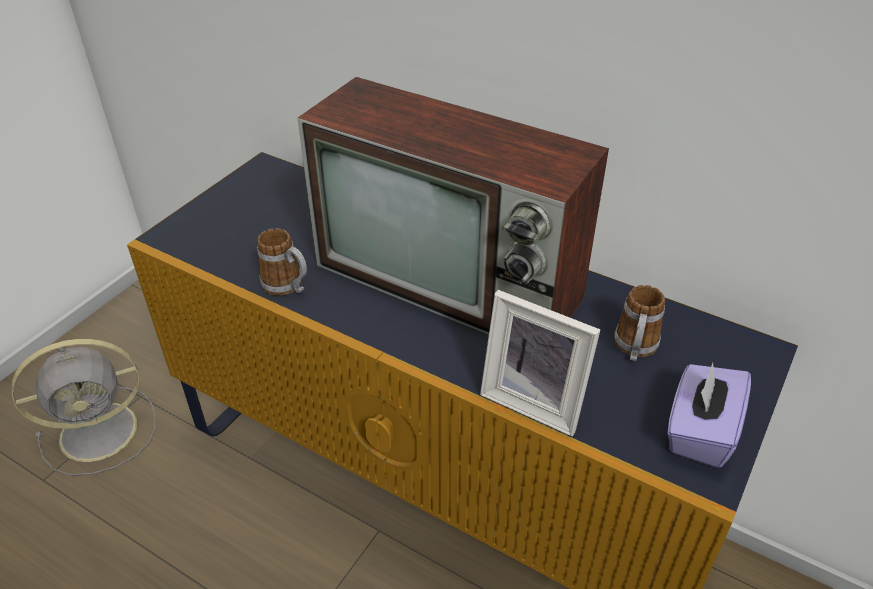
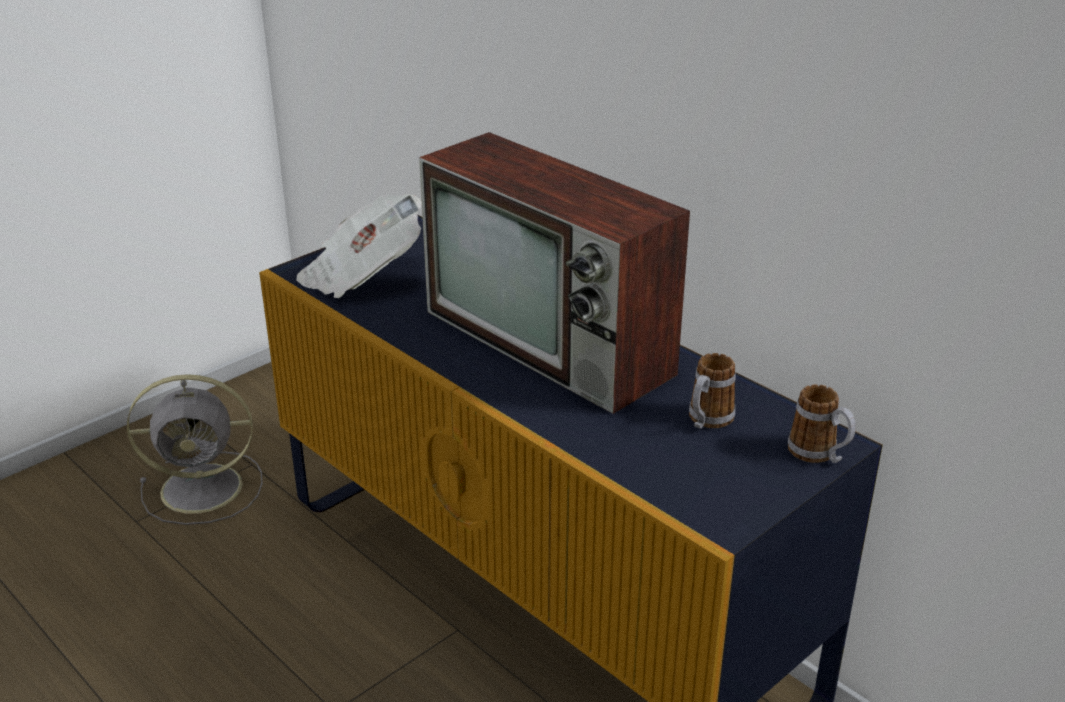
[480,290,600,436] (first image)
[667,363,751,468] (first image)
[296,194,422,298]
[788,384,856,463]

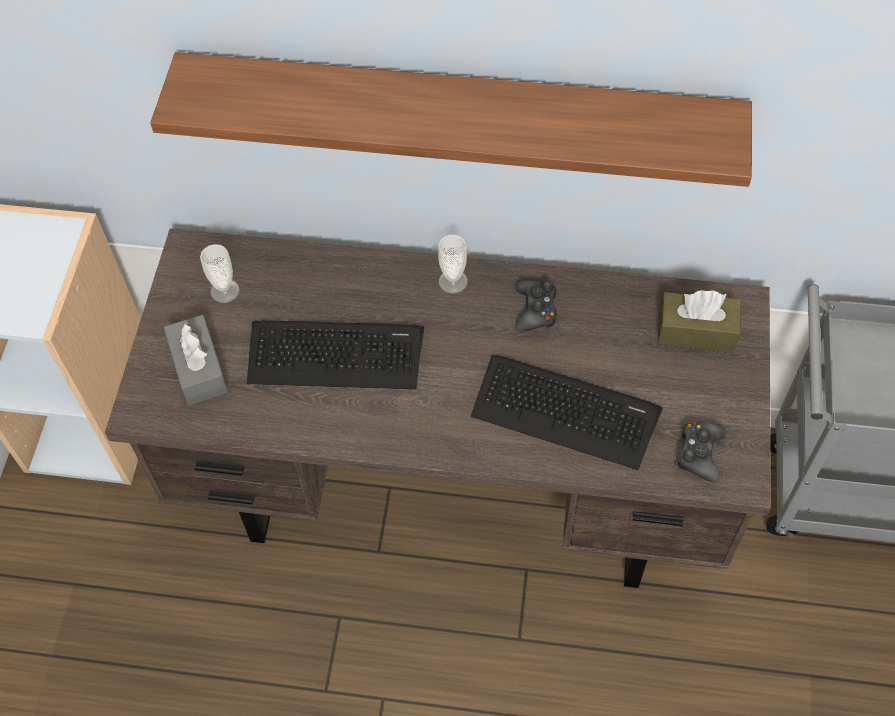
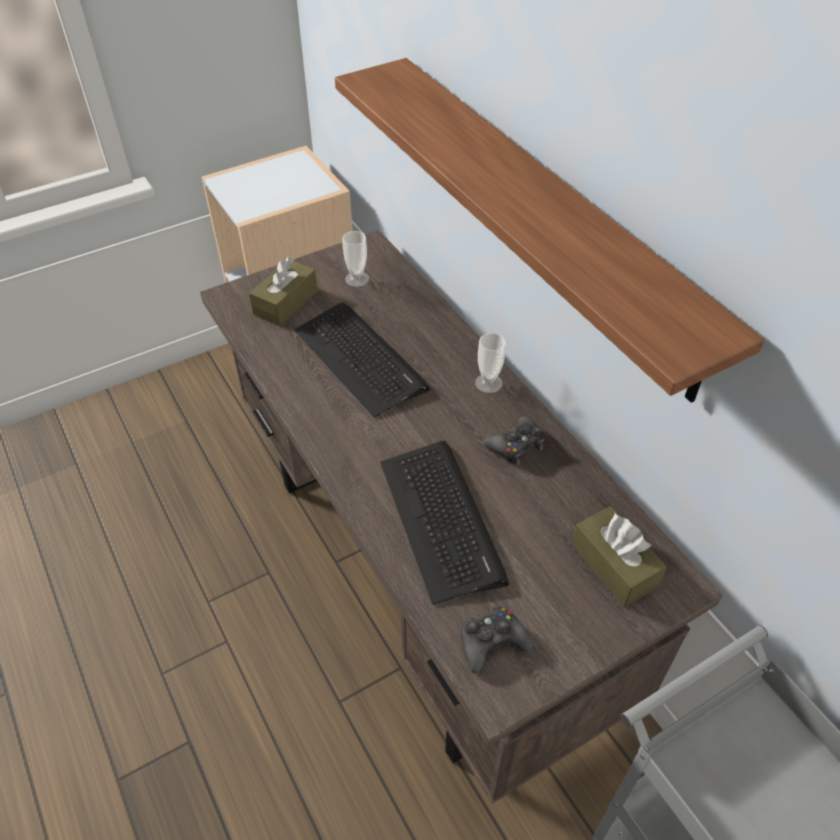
[249,256,318,326]

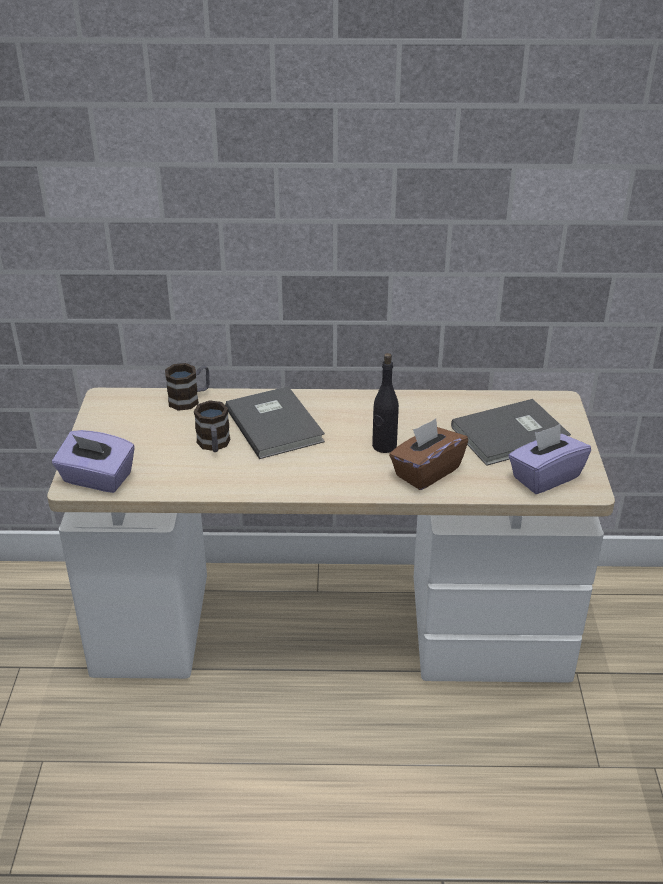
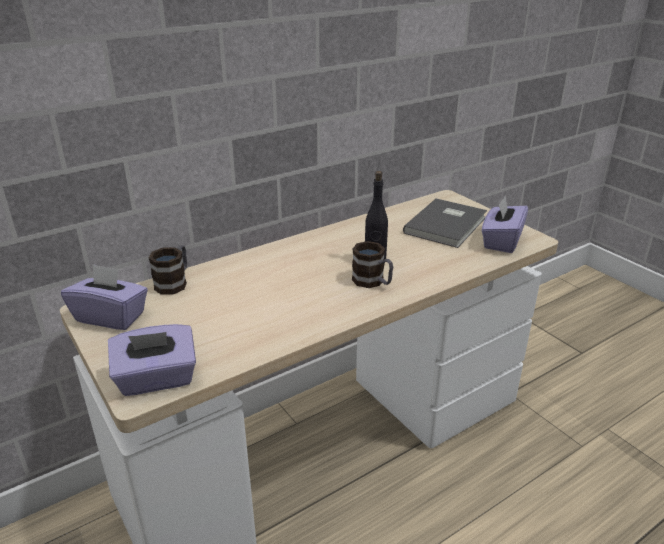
[225,386,325,459] (first image)
[389,419,468,490] (first image)
[61,264,148,330]
[352,241,393,288]

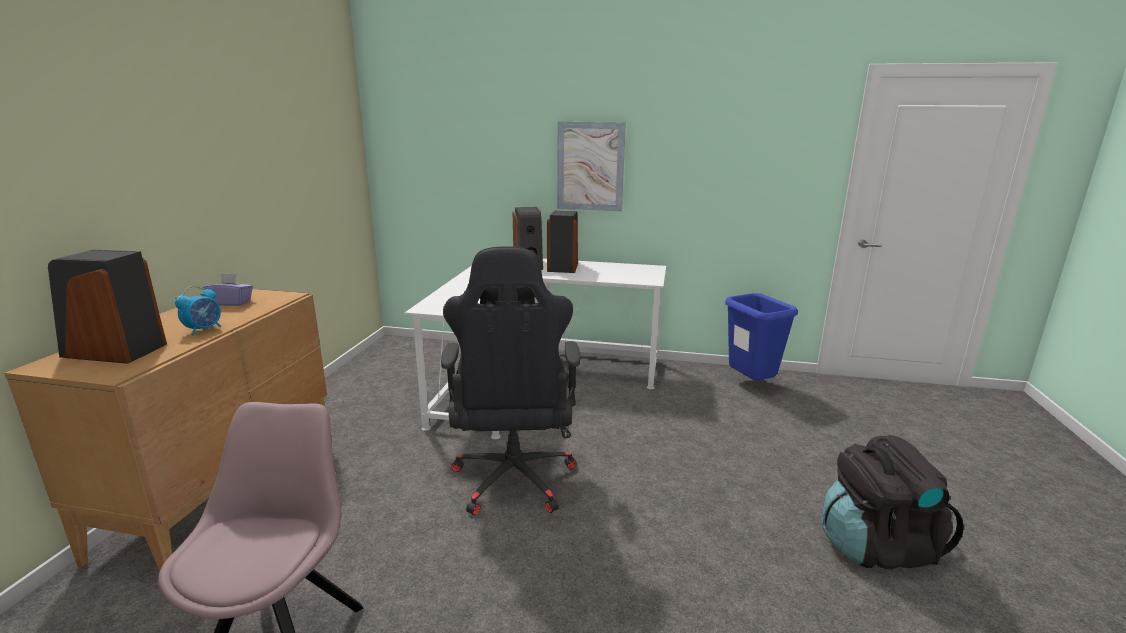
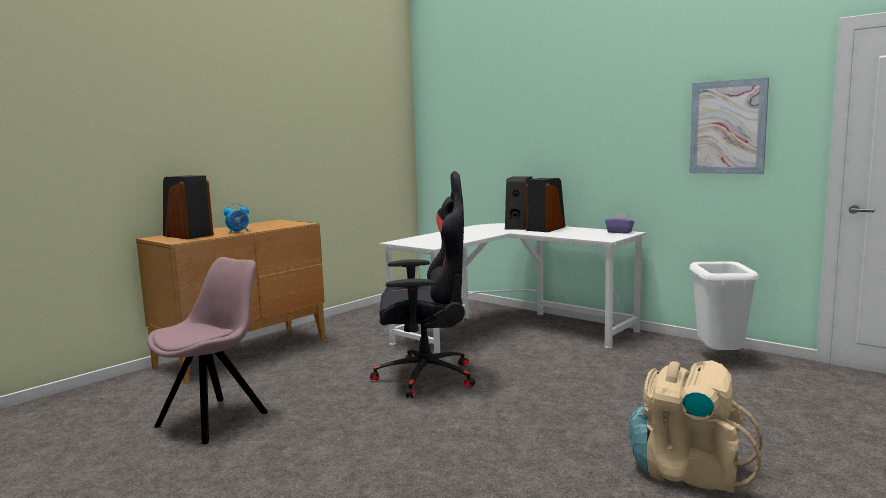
[605,212,635,233]
[689,77,769,174]
[690,261,759,350]
[629,360,762,493]
[370,171,475,398]

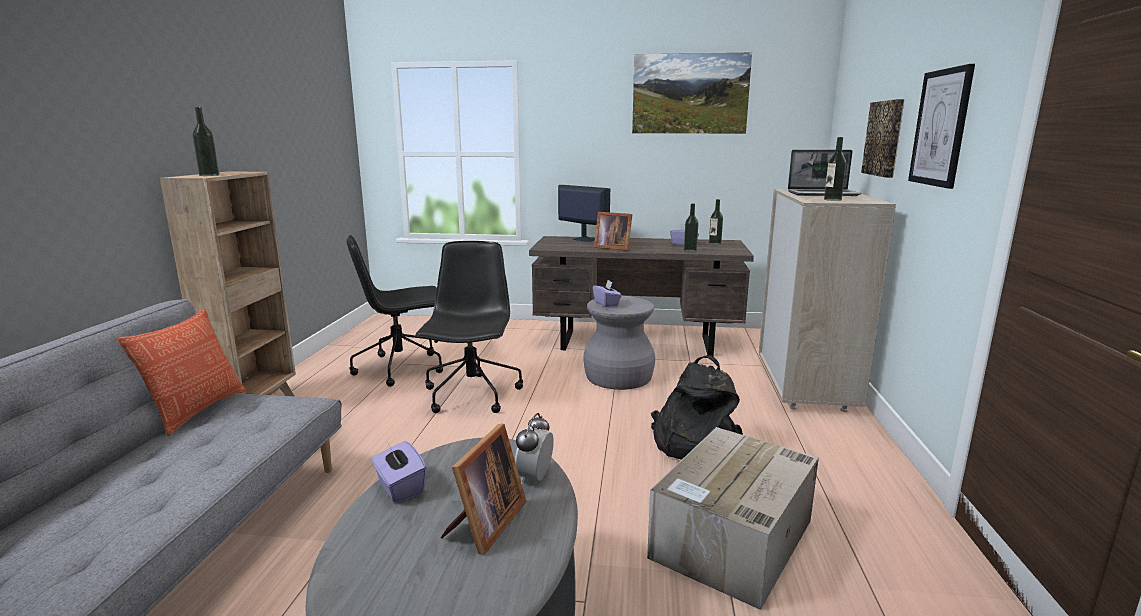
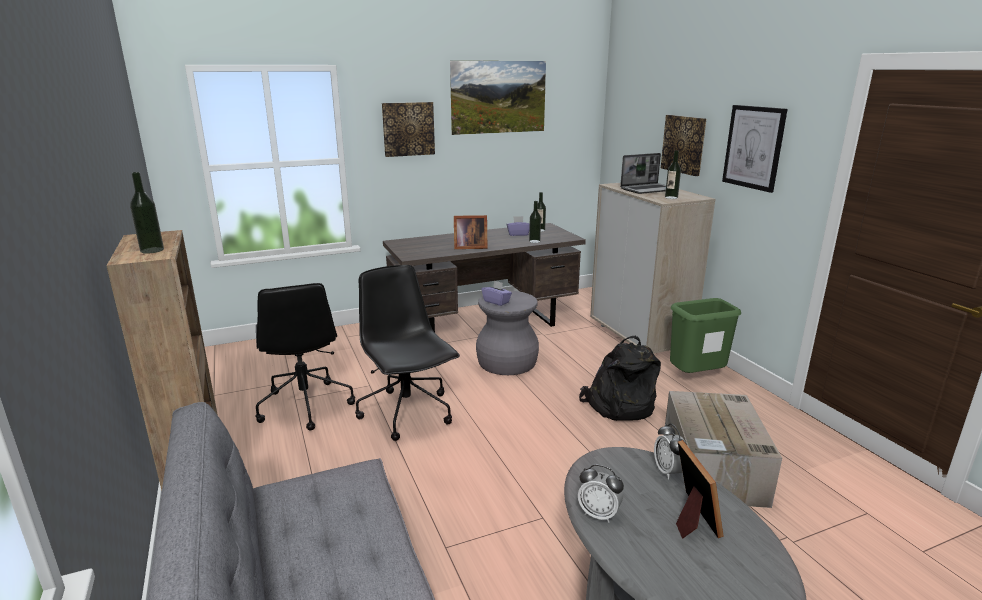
[118,309,246,436] (first image)
[558,185,610,242] (first image)
[382,102,435,157]
[670,298,741,373]
[578,465,624,523]
[255,283,355,431]

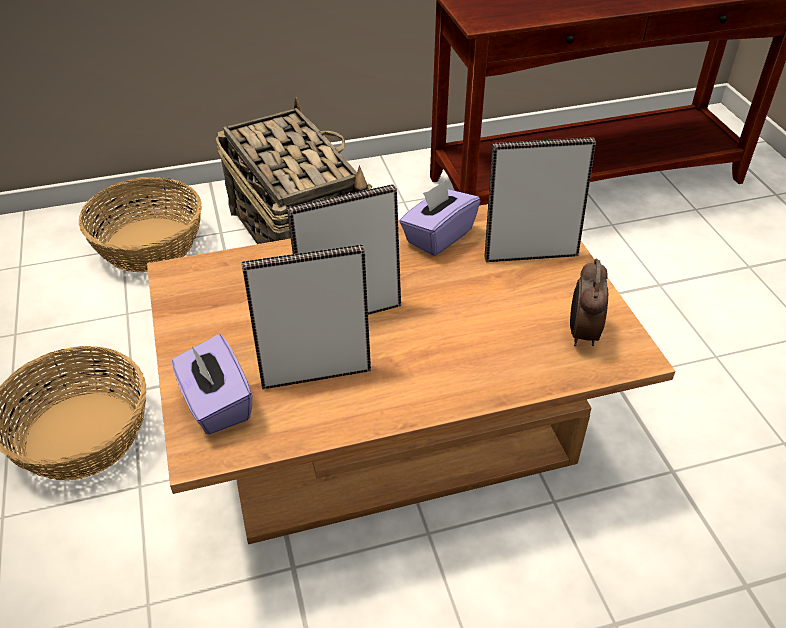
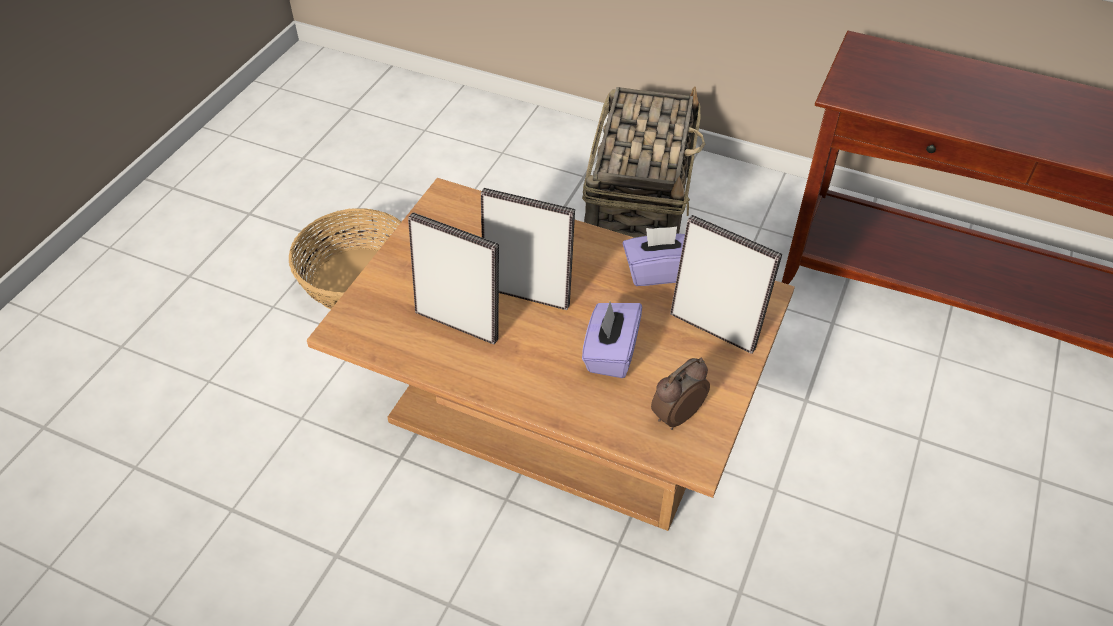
[79,177,202,272] (first image)
[582,302,642,378]

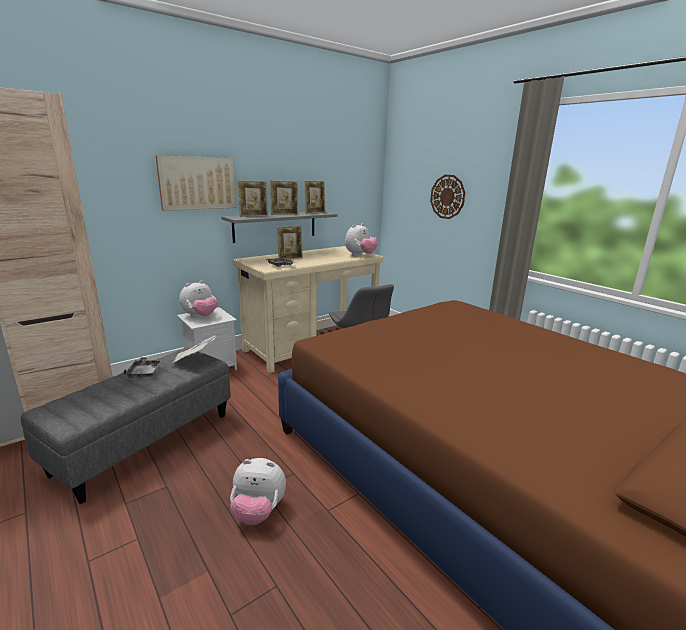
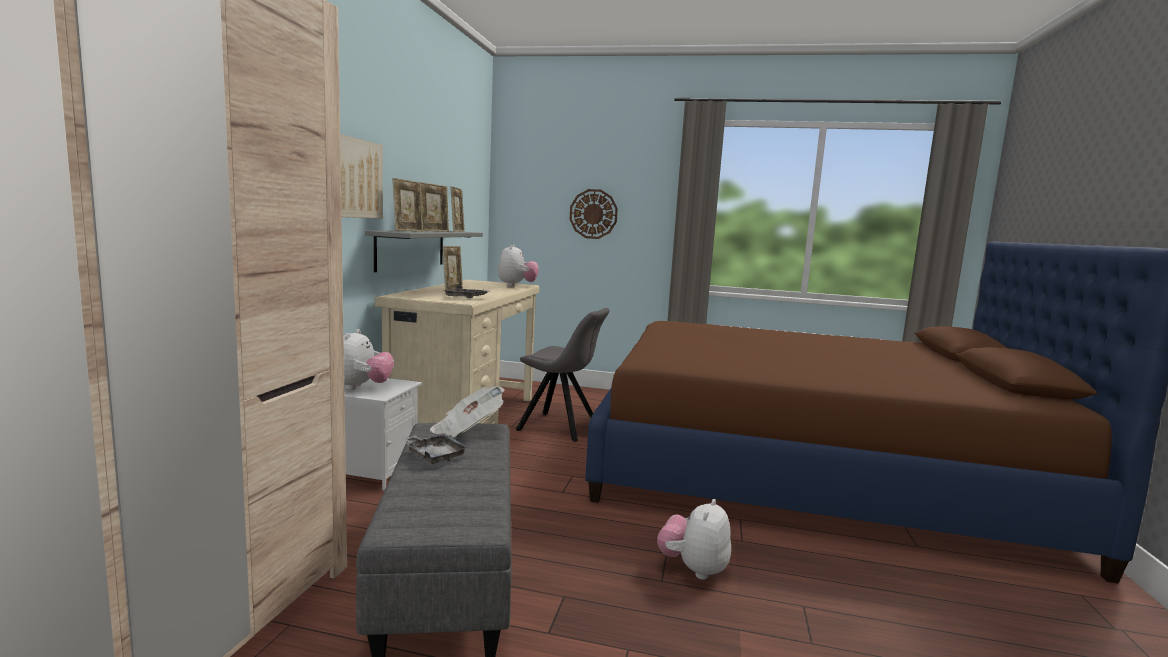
[657,499,731,580]

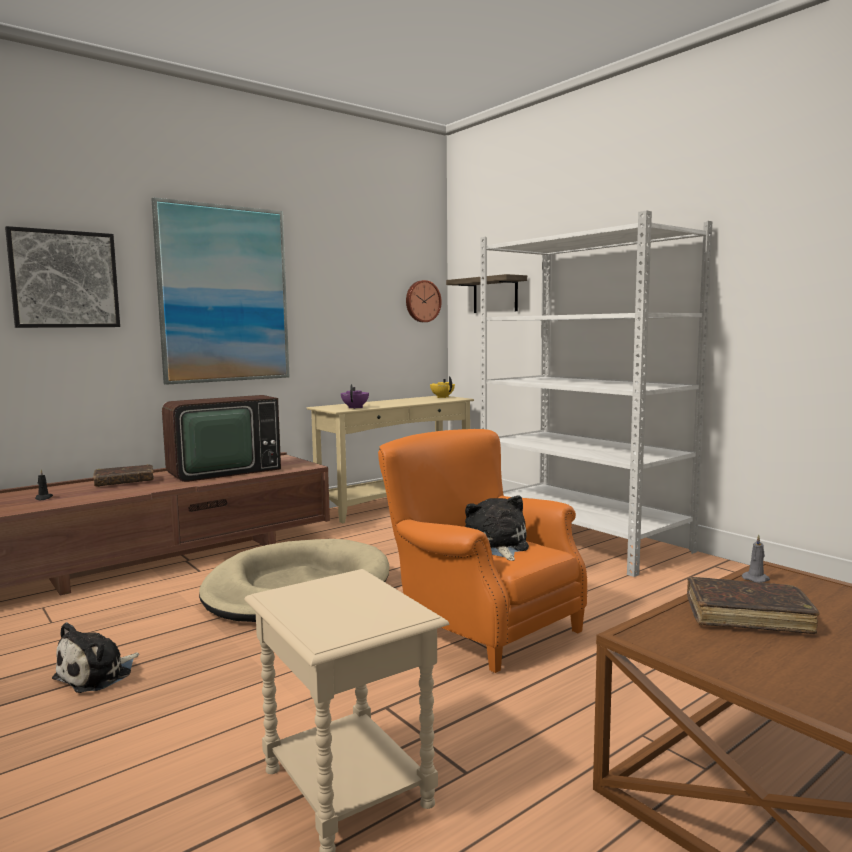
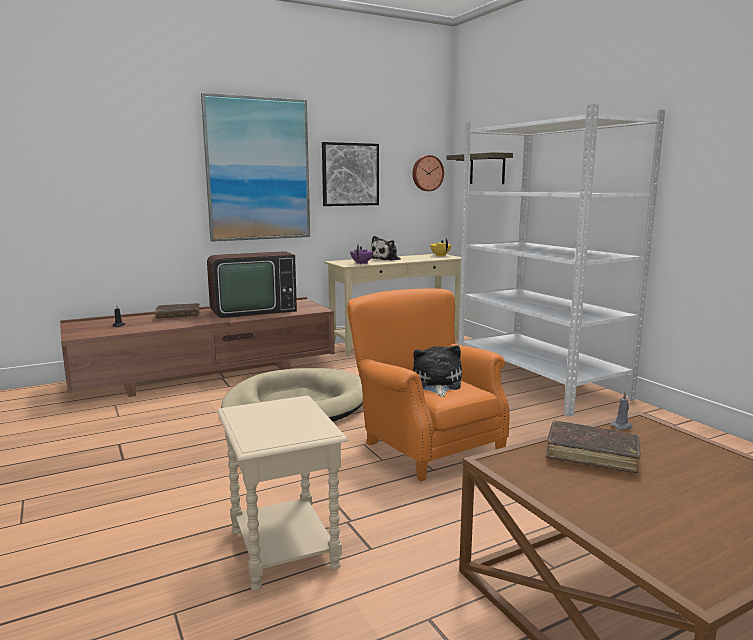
[322,142,379,206]
[371,236,401,261]

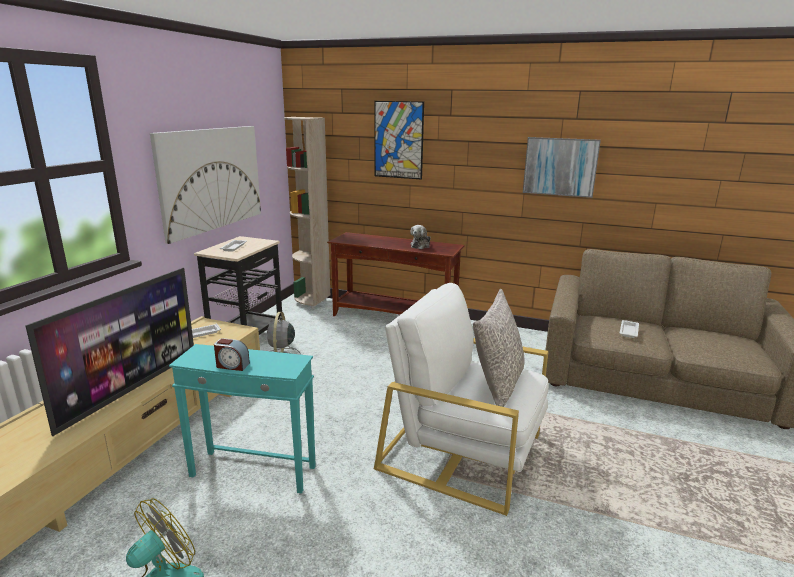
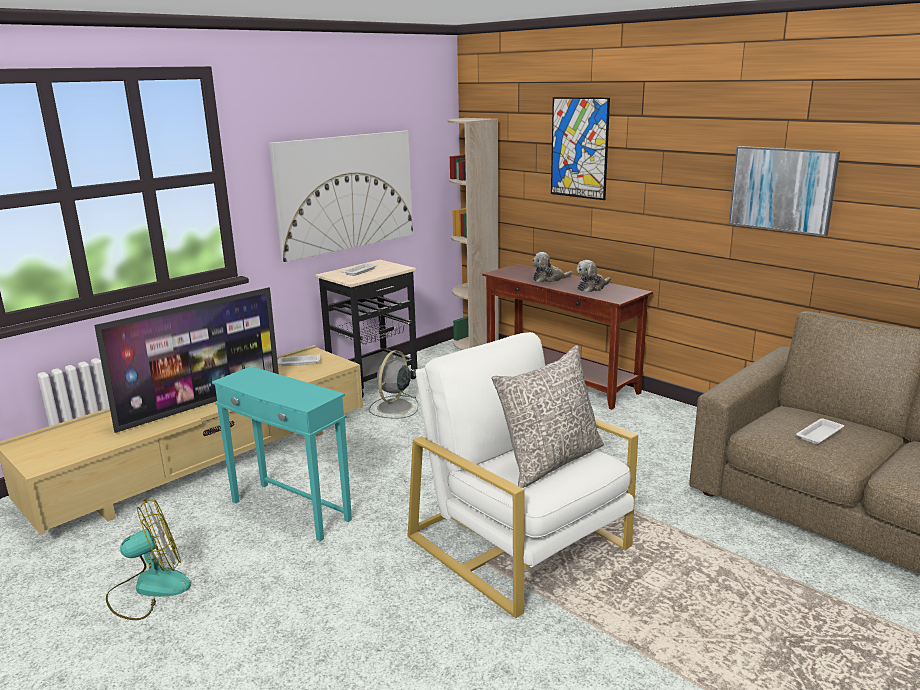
[214,338,250,371] (first image)
[531,252,573,283]

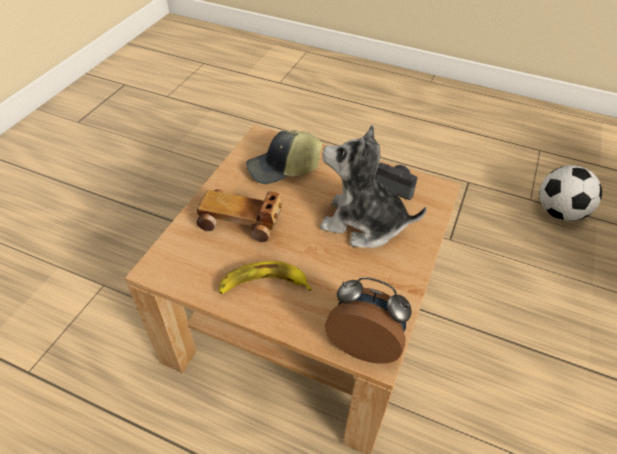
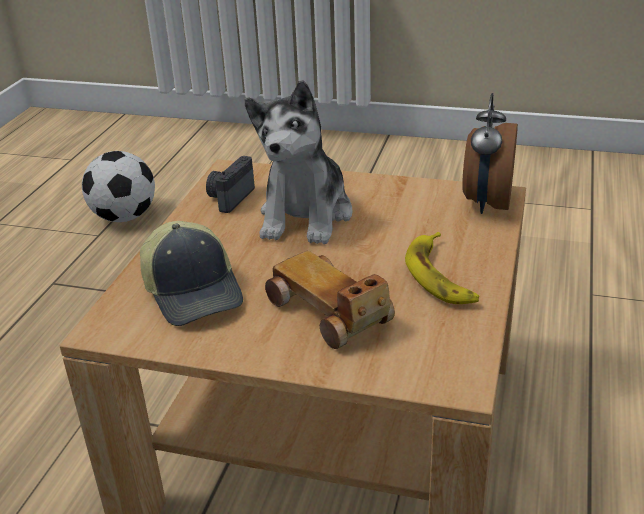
[265,251,395,349]

